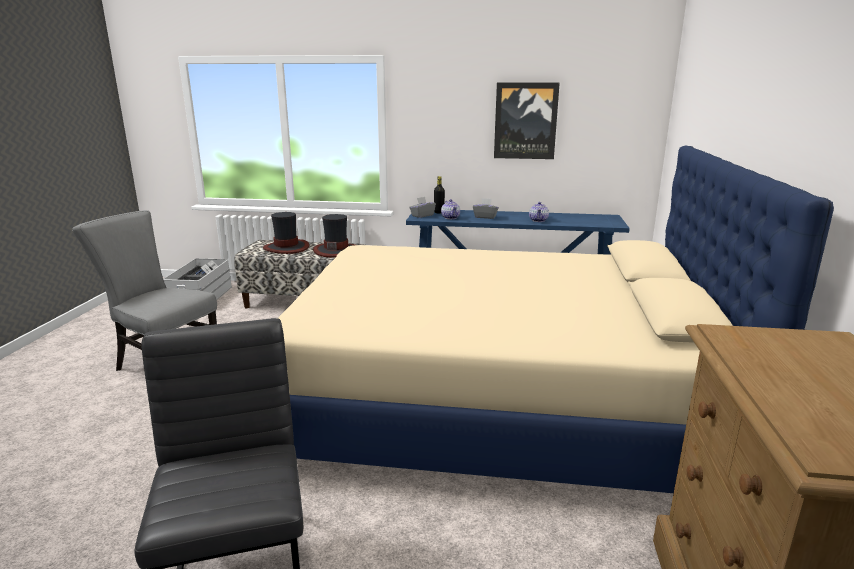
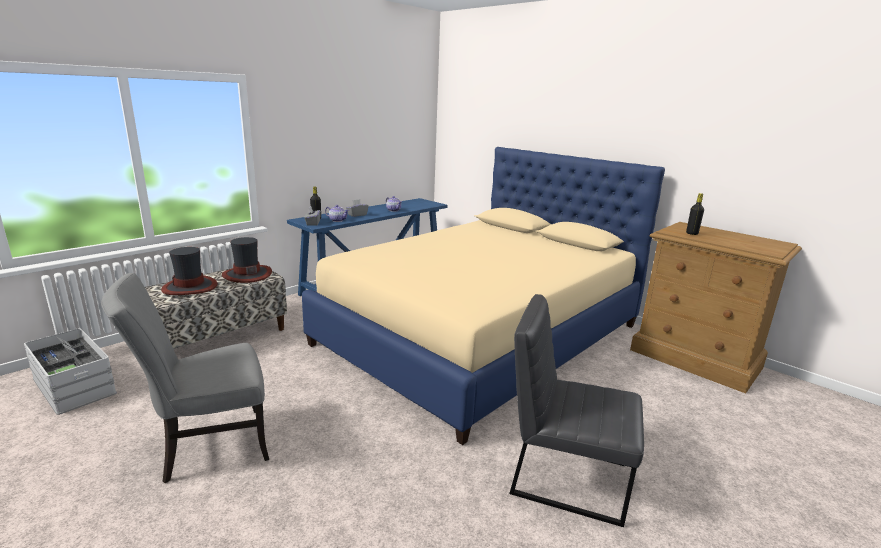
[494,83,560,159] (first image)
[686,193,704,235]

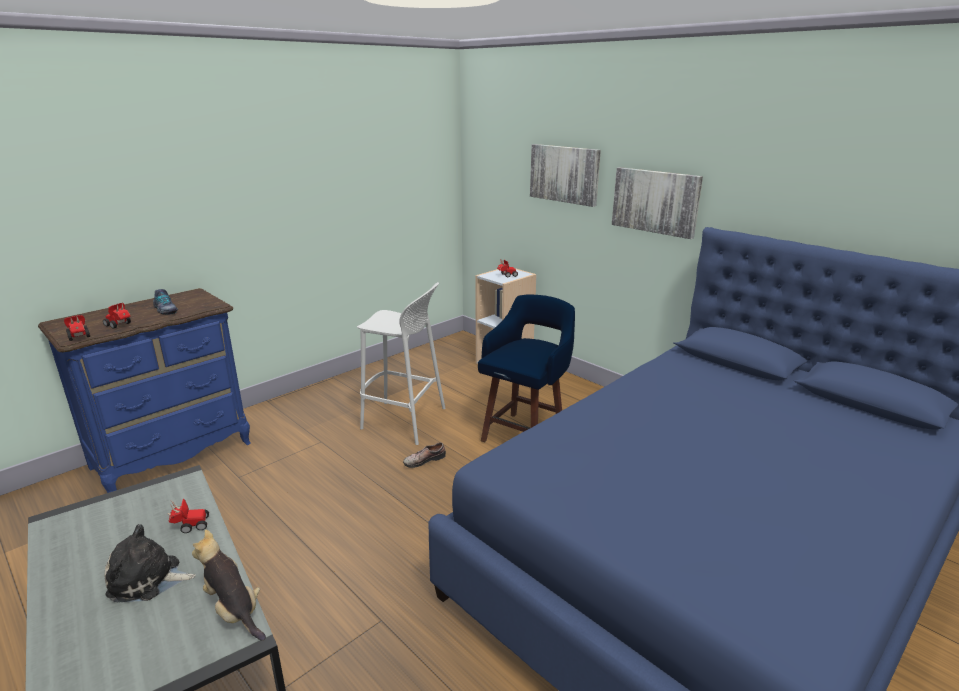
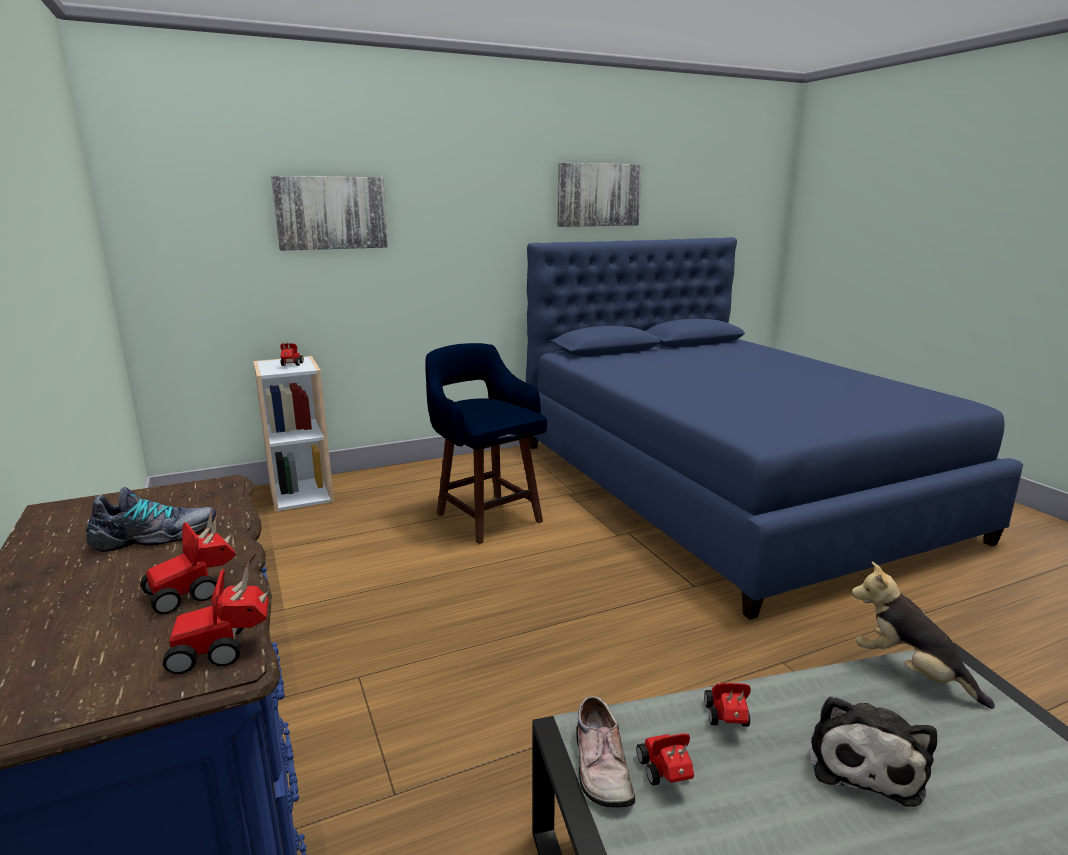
[357,282,446,445] (first image)
[636,733,694,785]
[576,696,635,808]
[557,163,642,227]
[851,562,995,709]

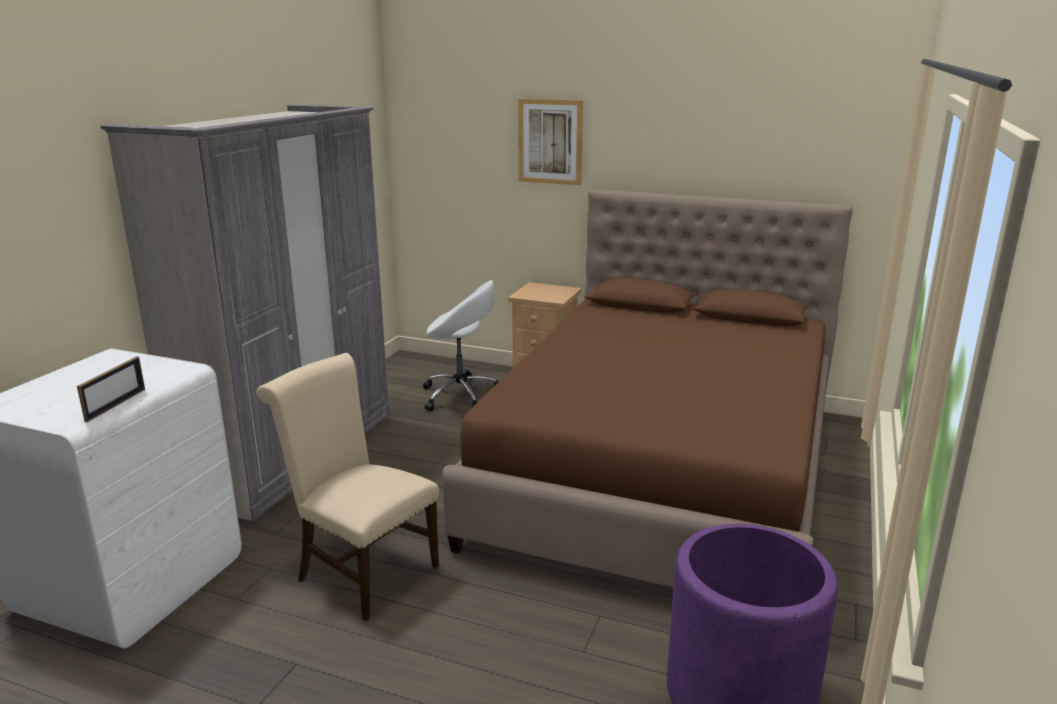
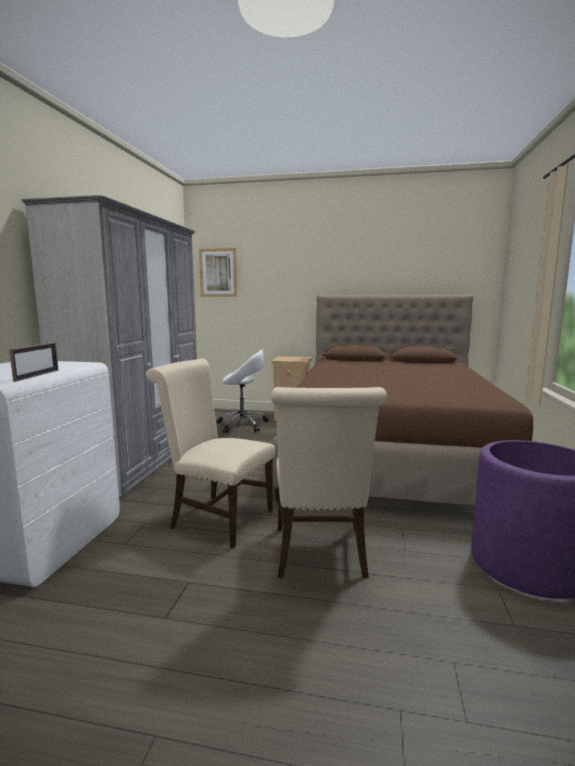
[271,387,387,579]
[199,248,237,297]

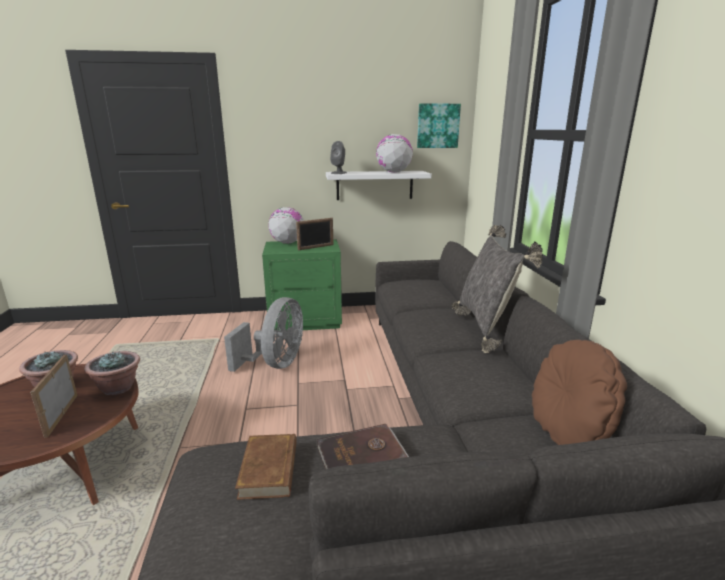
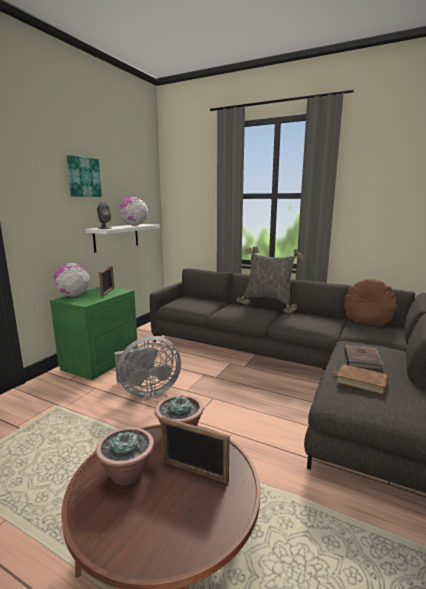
[67,155,102,197]
[114,336,181,398]

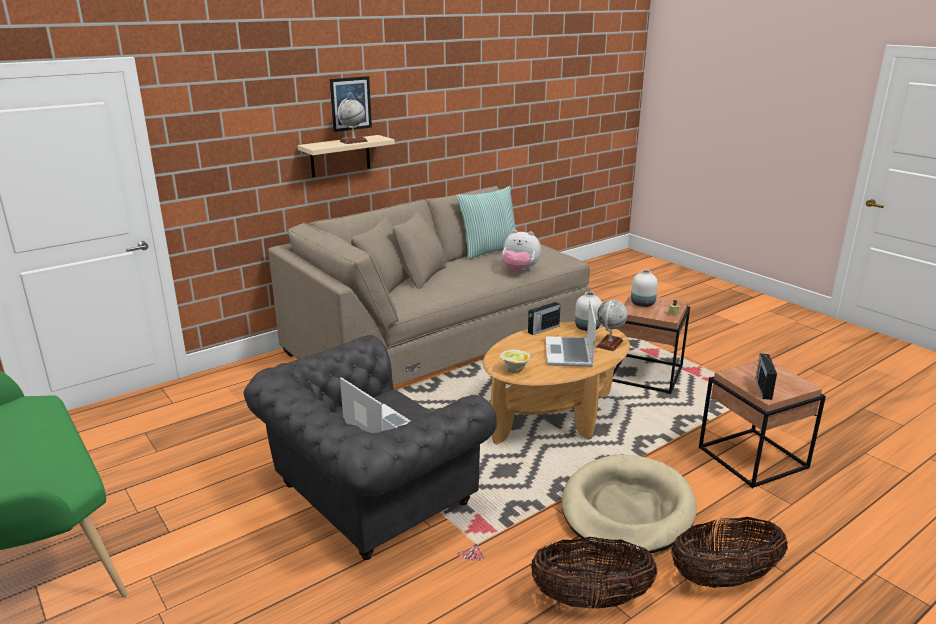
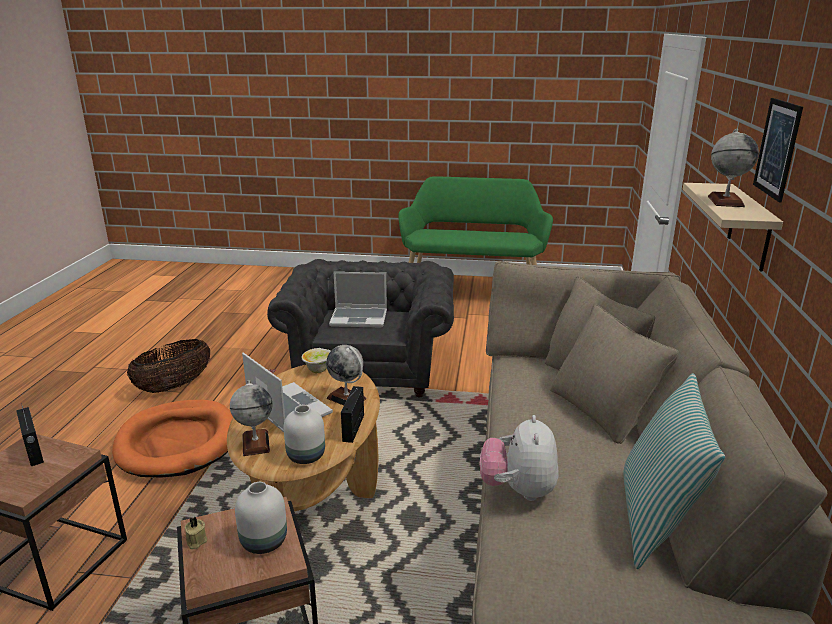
[671,517,788,588] (first image)
[326,345,366,406]
[112,400,233,477]
[480,415,559,501]

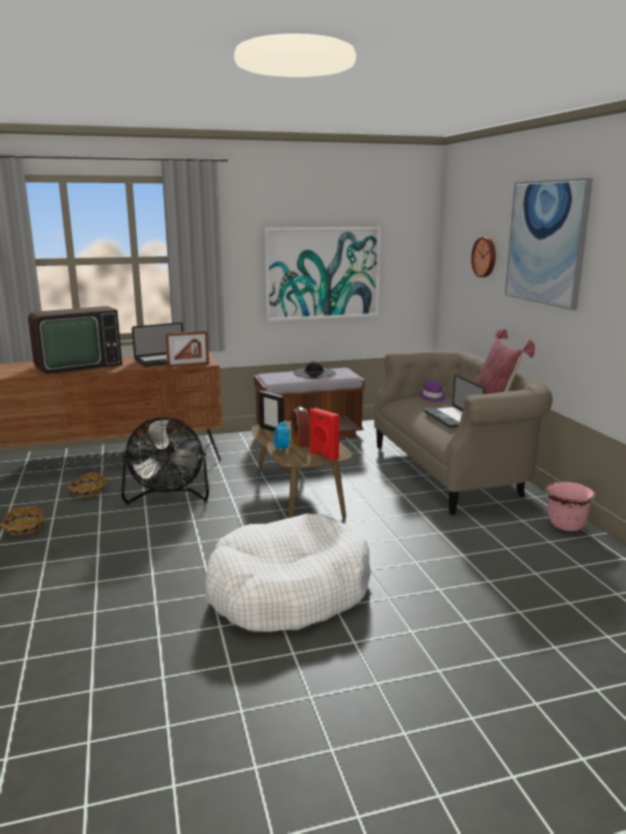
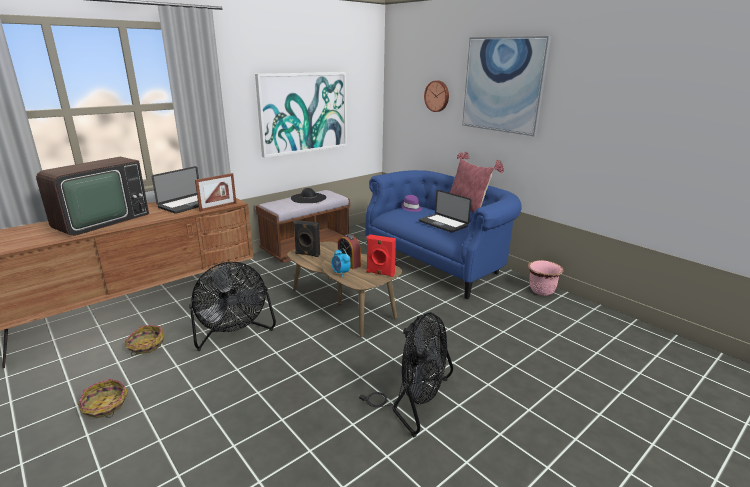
[359,312,453,437]
[293,220,320,257]
[365,170,522,299]

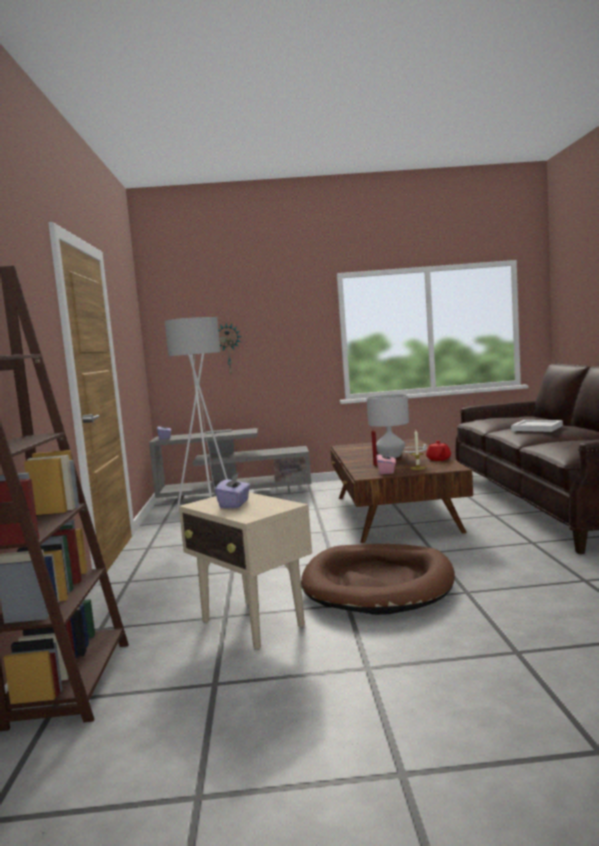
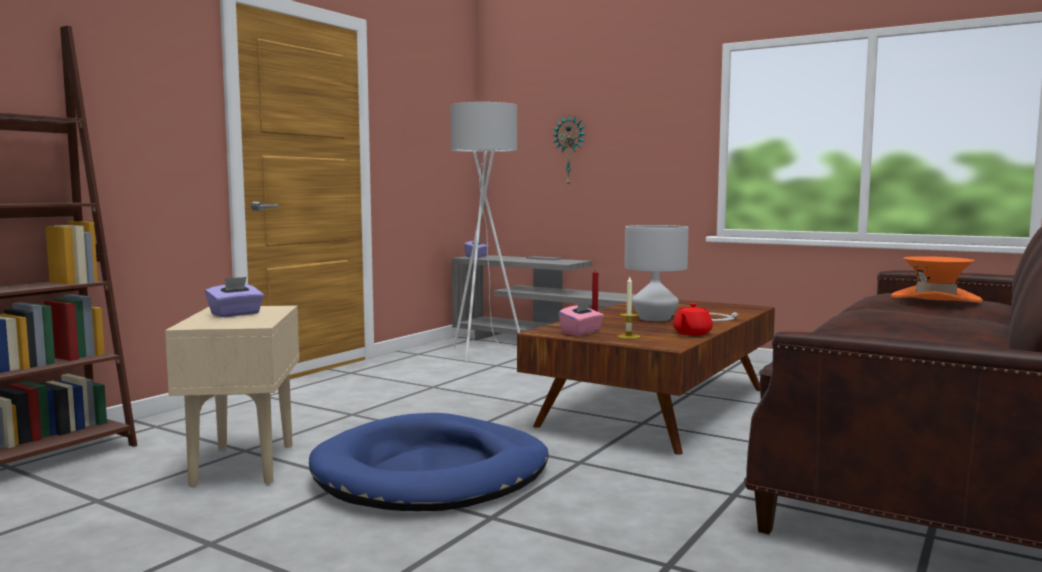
[511,420,563,432] (first image)
[891,256,983,302]
[309,413,549,511]

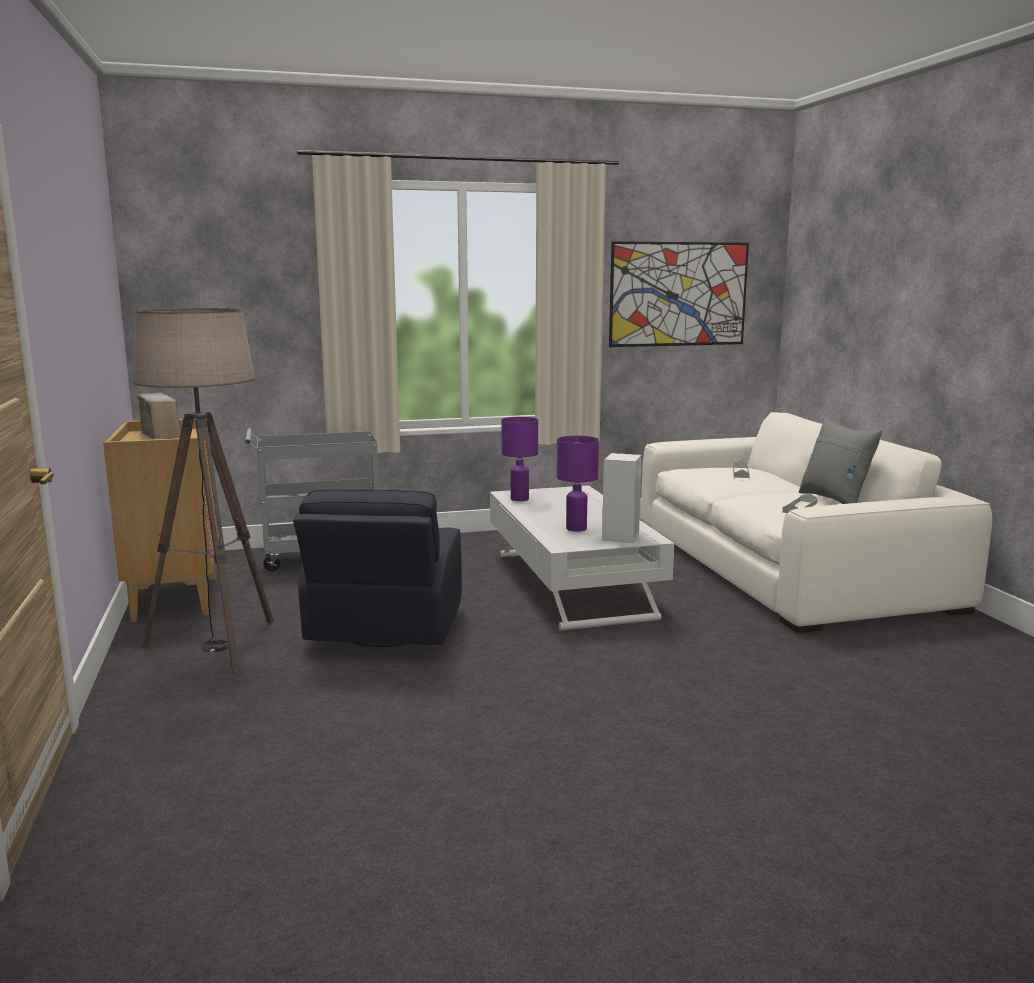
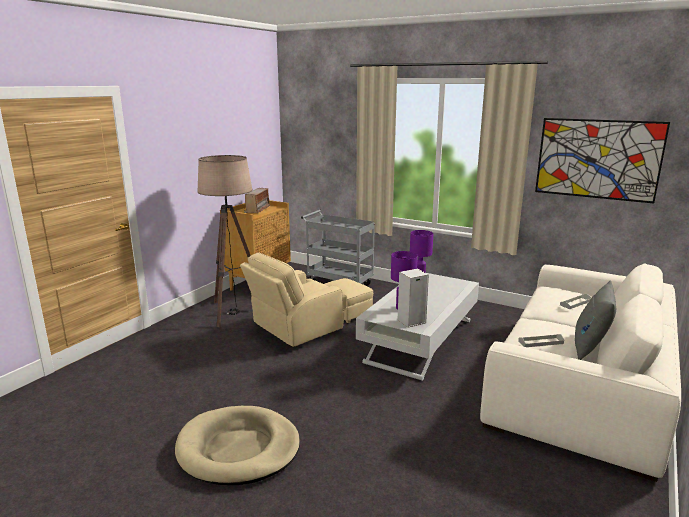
[175,406,300,485]
[240,252,373,347]

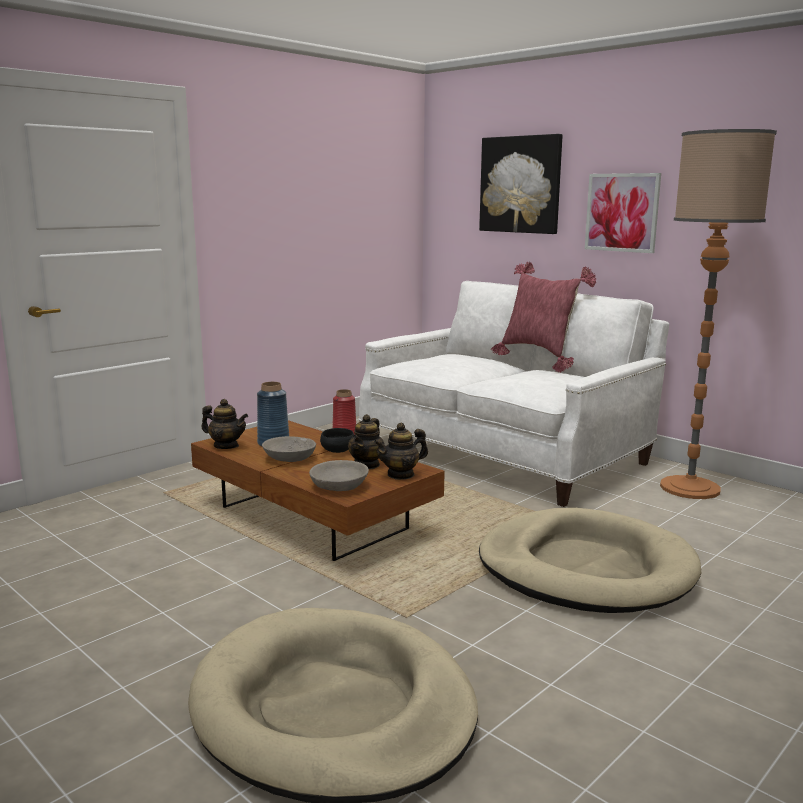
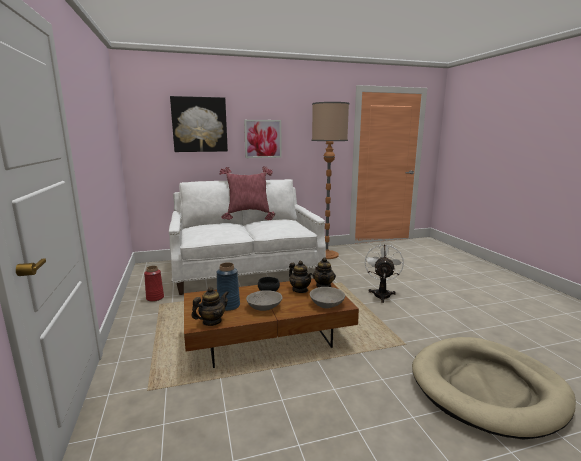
[365,243,404,303]

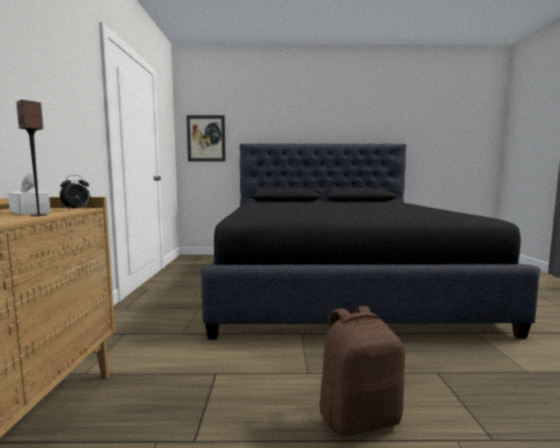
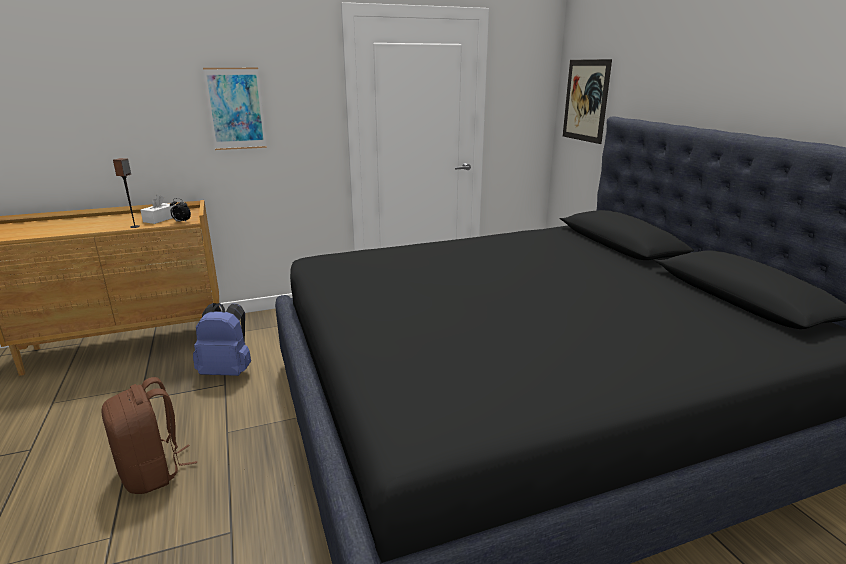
[193,303,251,376]
[203,68,267,150]

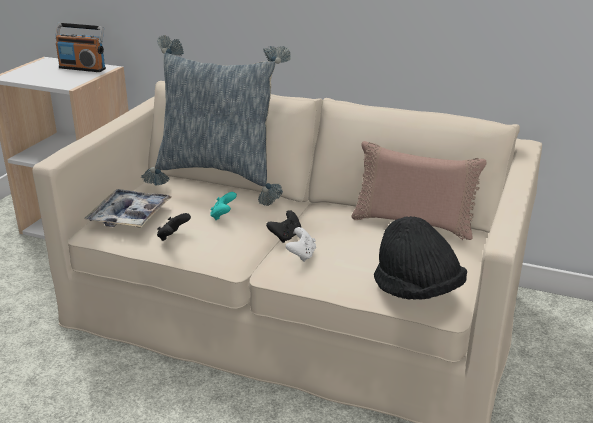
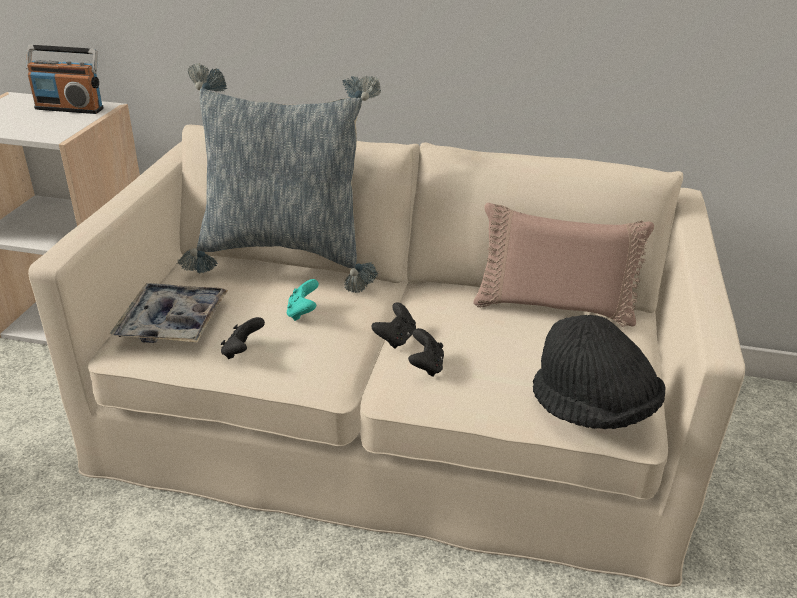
[408,328,444,377]

